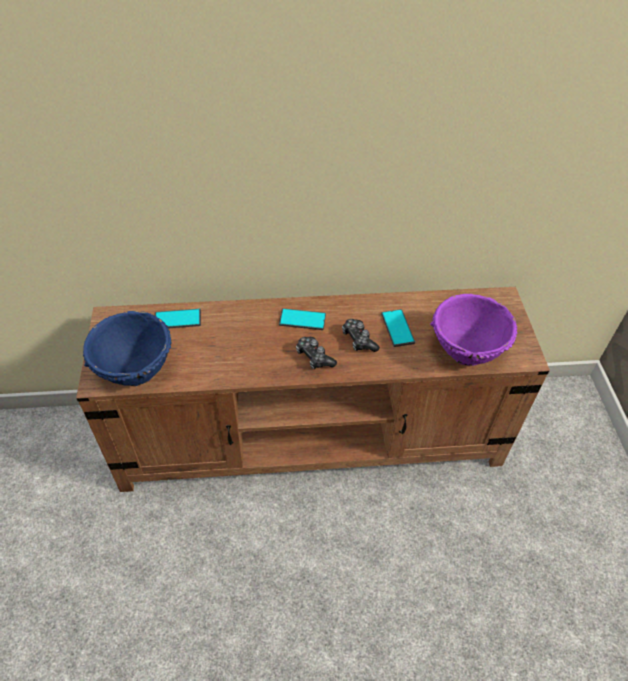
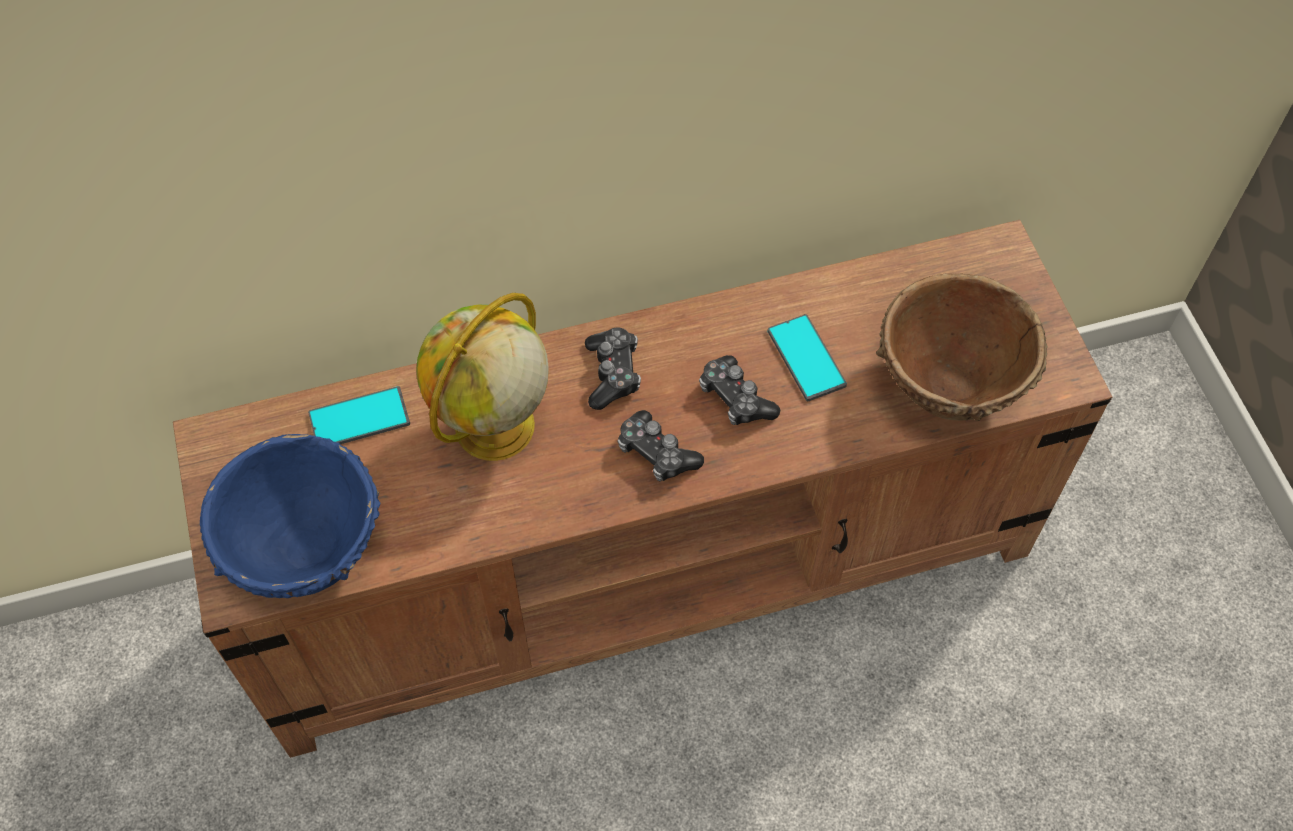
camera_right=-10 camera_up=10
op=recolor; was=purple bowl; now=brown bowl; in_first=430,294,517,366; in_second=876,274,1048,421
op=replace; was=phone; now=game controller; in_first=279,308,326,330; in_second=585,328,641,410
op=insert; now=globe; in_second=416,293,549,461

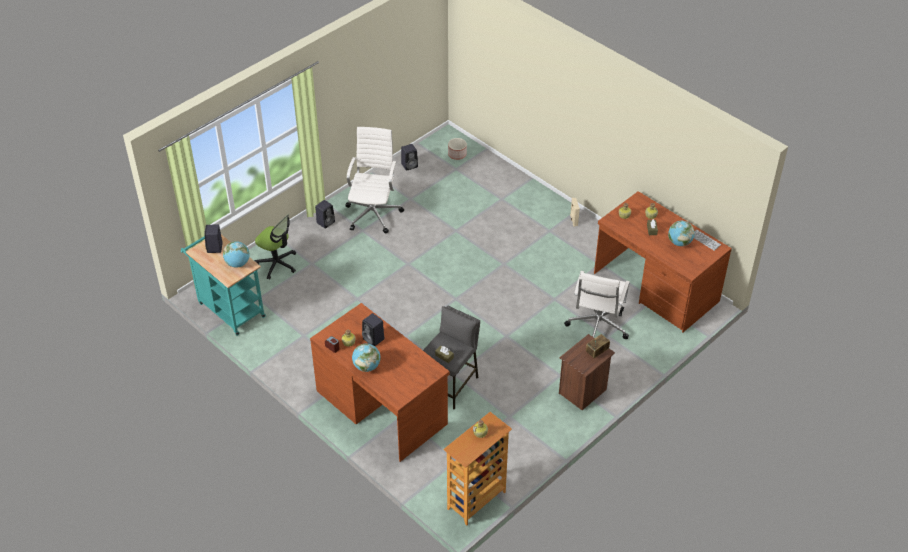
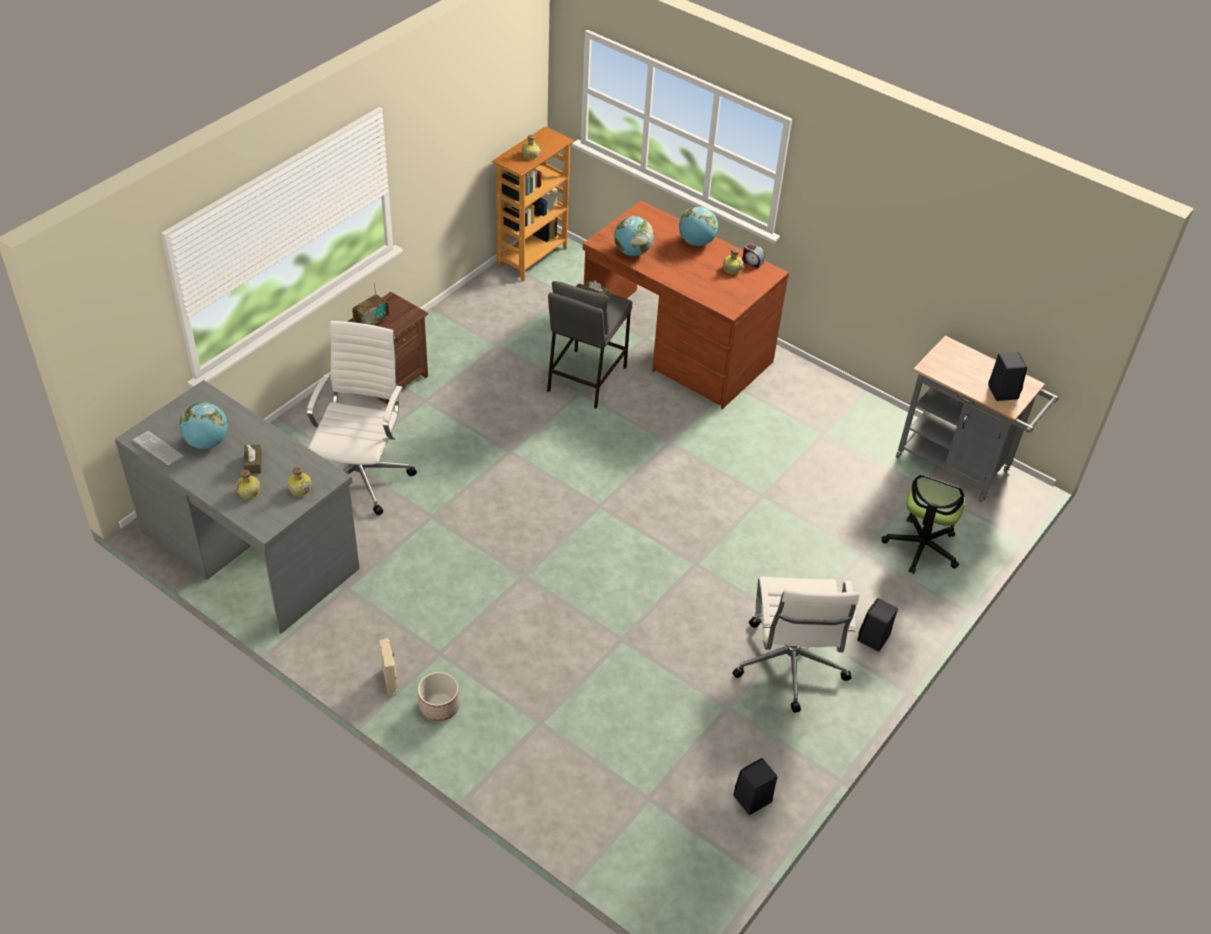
camera_right=170 camera_up=0
op=move; was=planter; in_first=448,138,467,160; in_second=418,672,459,721
op=recolor; was=brown desk; now=grey desk; in_first=594,191,732,333; in_second=115,380,360,634
op=rotate; was=office chair; in_first=255,214,296,279; in_second=882,475,965,574; clockwise=-90
op=recolor; was=turquoise cart; now=grey cart; in_first=181,235,266,336; in_second=896,336,1058,502
op=move; was=globe; in_first=223,241,250,268; in_second=614,216,654,256
op=delete; was=black speaker; in_first=362,313,384,346

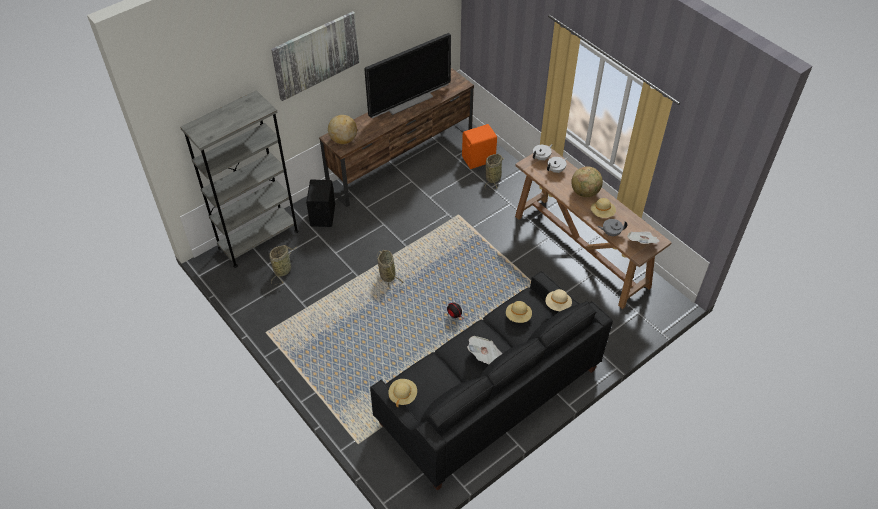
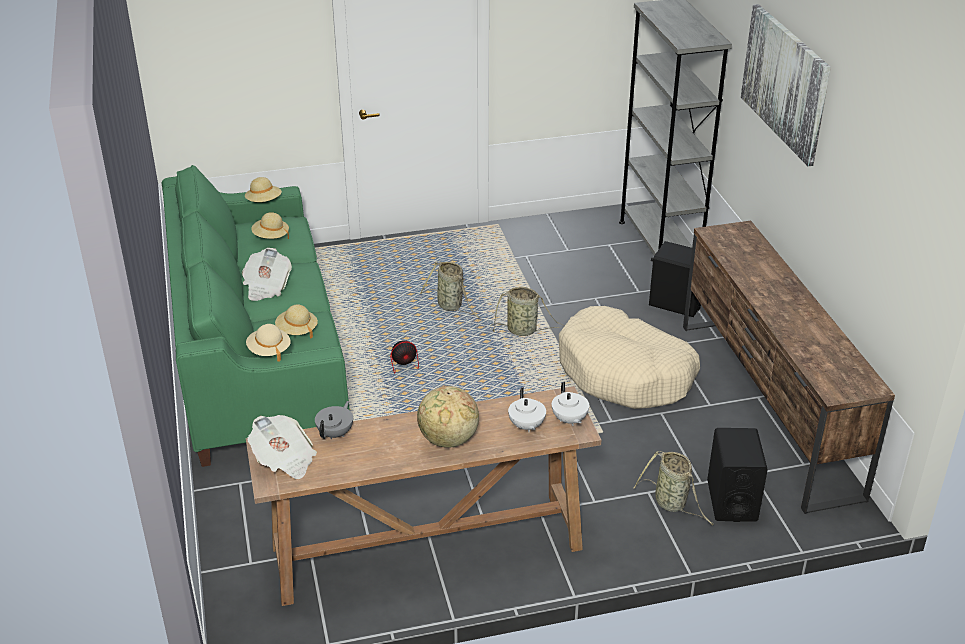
camera_right=115 camera_up=-15
op=delete; was=television; in_first=364,33,451,118
op=delete; was=globe; in_first=328,115,357,144
op=recolor; was=orange speaker; now=black speaker; in_first=462,124,497,169; in_second=707,428,768,522
op=move; was=beige hat; in_first=591,198,616,218; in_second=251,212,289,239
op=move; was=basket; in_first=269,245,297,284; in_second=420,261,481,318
op=recolor; was=black sofa; now=green sofa; in_first=370,271,613,491; in_second=162,165,350,467
op=insert; now=beige dog bed; in_second=559,306,700,409

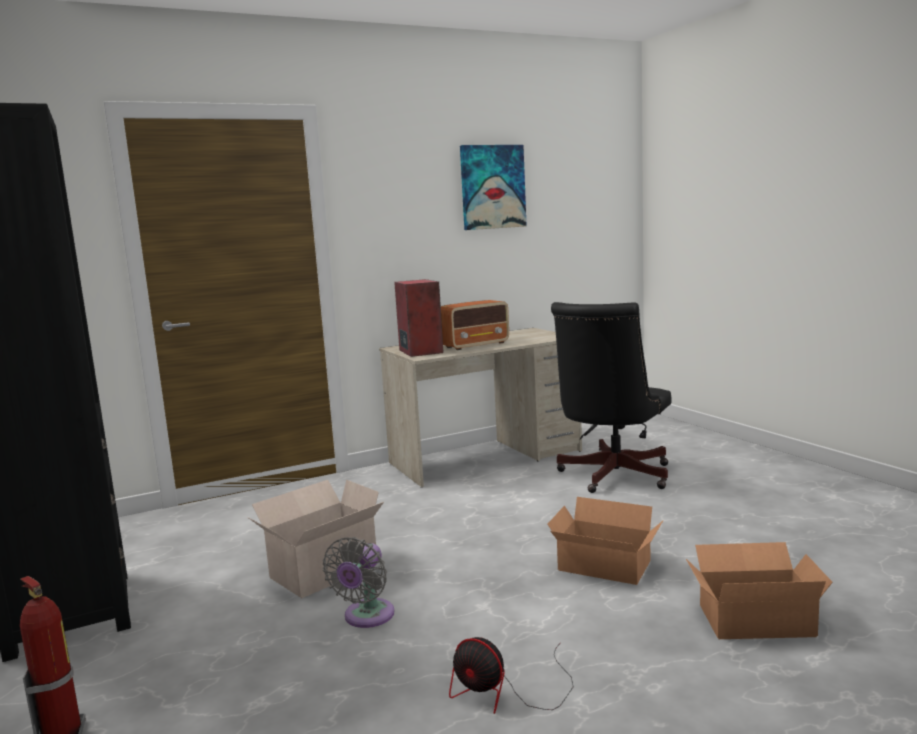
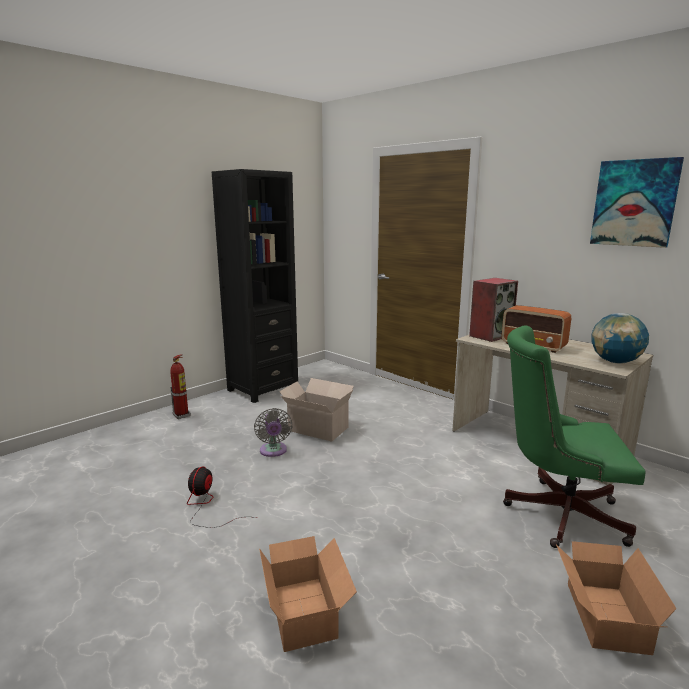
camera_right=70 camera_up=5
op=recolor; was=black office chair; now=green office chair; in_first=551,302,671,493; in_second=503,325,645,548
op=move; was=cardboard box; in_first=547,497,663,585; in_second=556,541,677,655
op=rotate; was=grey fan; in_first=322,537,394,628; in_second=254,408,292,457; clockwise=-105
op=insert; now=globe; in_second=591,313,649,364

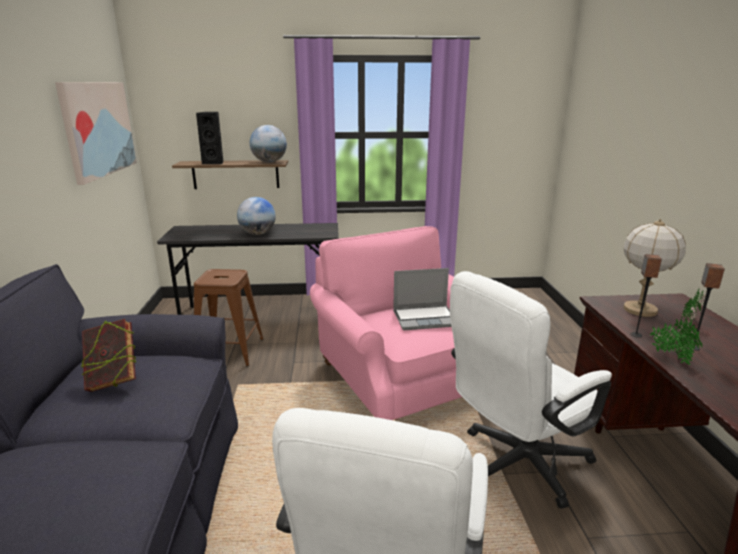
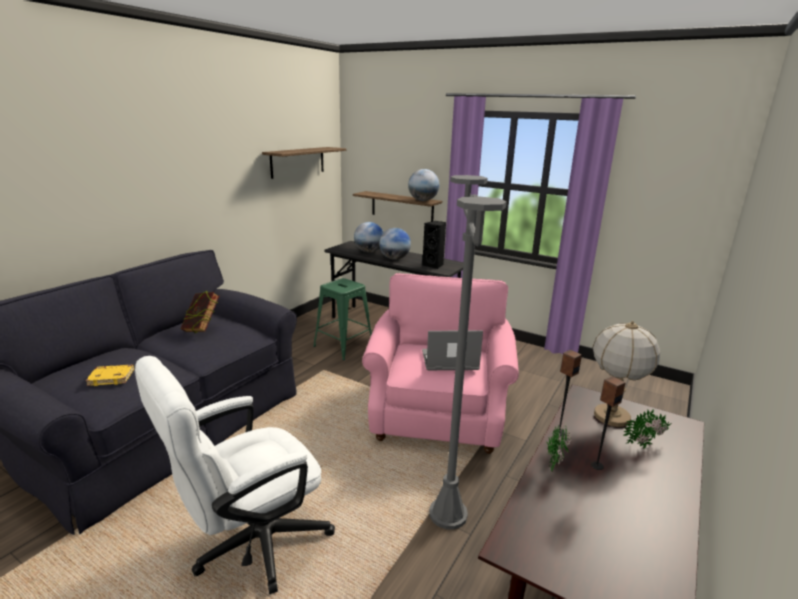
camera_right=35 camera_up=0
op=replace; was=picture; now=shelf; in_first=55,82,137,185; in_second=262,147,346,179
op=move; was=black speaker; in_first=196,112,223,164; in_second=422,221,446,269
op=rotate; was=laptop; in_first=393,268,451,330; in_second=422,331,483,370; clockwise=150
op=recolor; was=brown stool; now=green stool; in_first=194,269,264,367; in_second=313,278,372,360
op=replace; was=white office chair; now=grey floor lamp; in_first=450,271,612,509; in_second=429,175,507,530
op=insert; now=globe; in_second=354,222,383,252
op=insert; now=yellow book; in_second=85,365,134,386

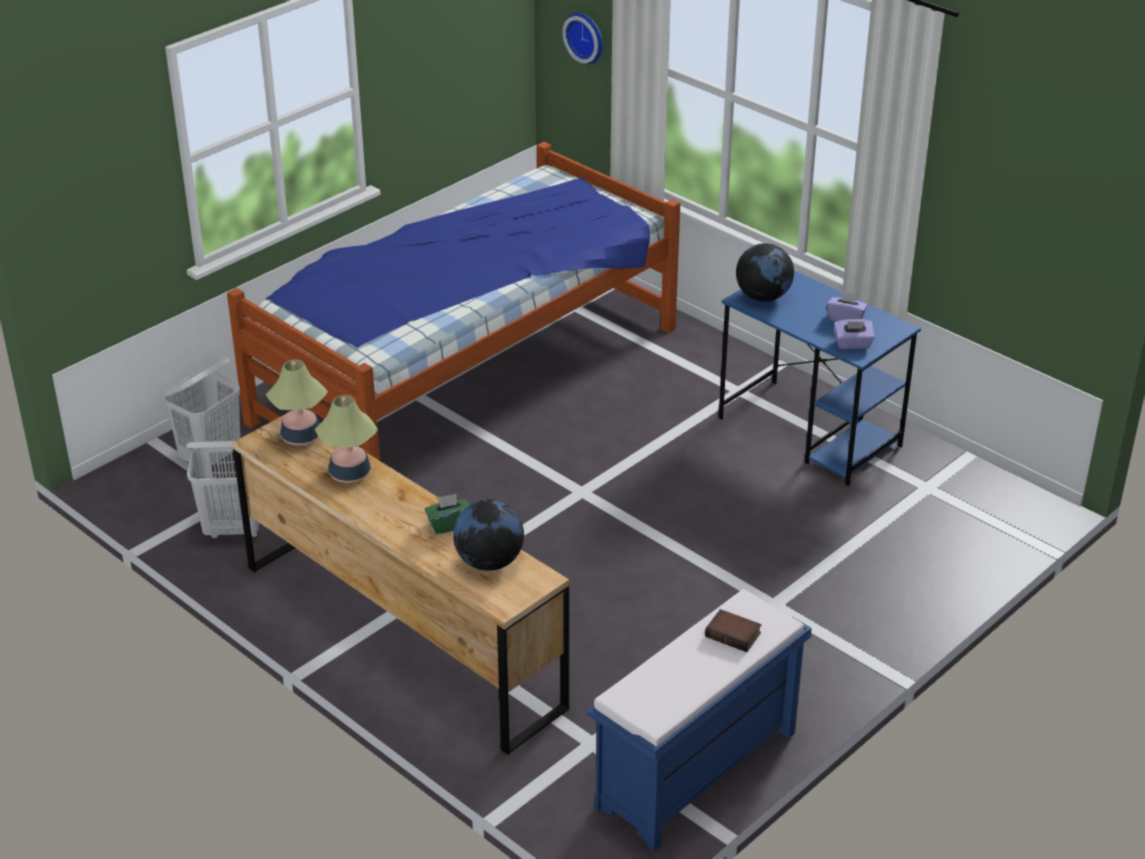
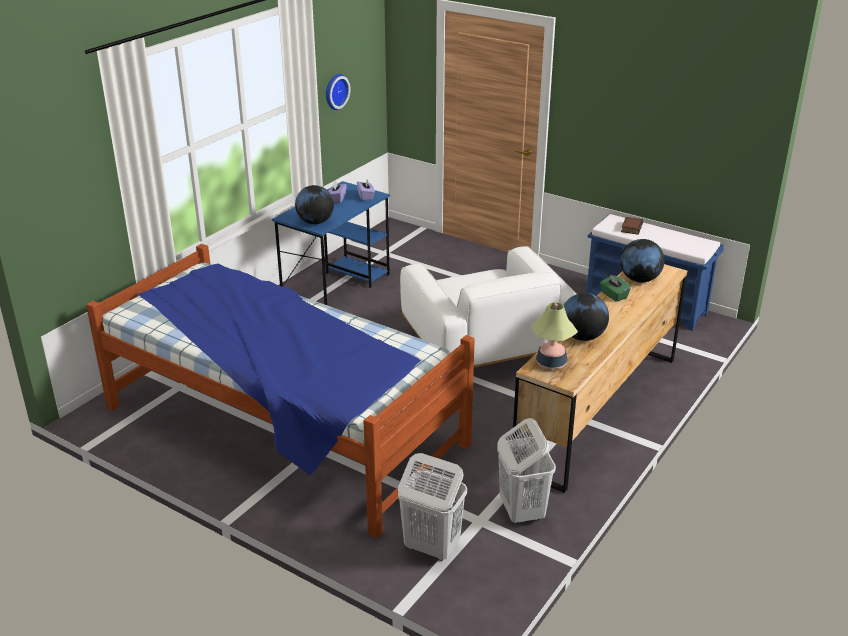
camera_right=-100 camera_up=-5
op=move; was=wall clock; in_first=562,13,603,64; in_second=326,74,351,110
op=replace; was=table lamp; now=globe; in_first=315,395,378,483; in_second=564,293,609,341
op=insert; now=white armchair; in_second=400,246,577,368

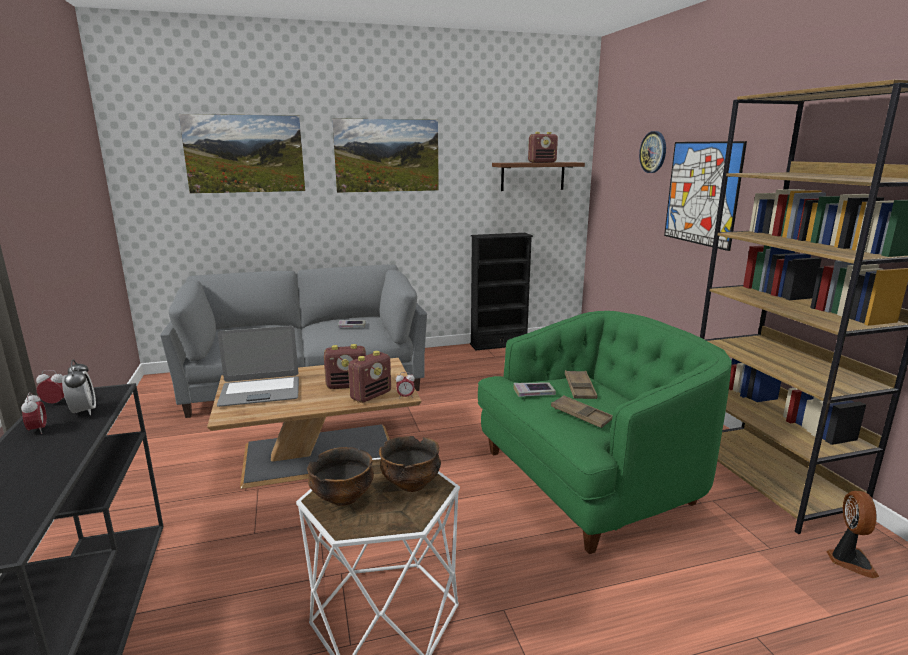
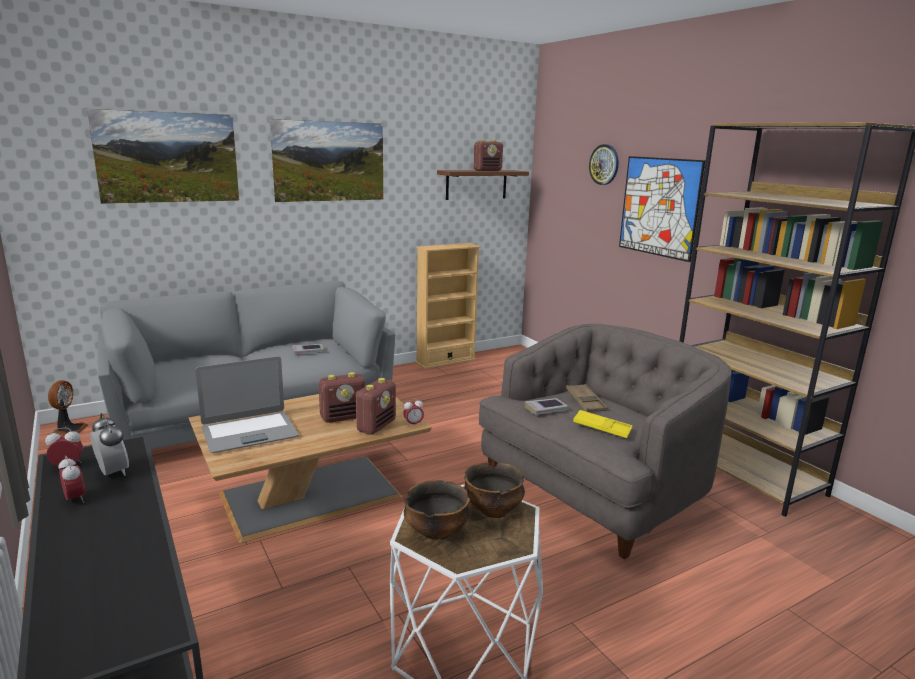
camera_right=-15 camera_up=0
op=recolor; was=black bookcase; now=beige bookcase; in_first=470,233,533,350; in_second=416,243,481,369
op=recolor; was=green armchair; now=grey armchair; in_first=478,311,732,554; in_second=479,324,731,560
op=recolor; was=brown tray; now=yellow tray; in_first=551,395,613,428; in_second=573,410,632,438
op=move; was=fan; in_first=827,491,879,578; in_second=48,380,88,435

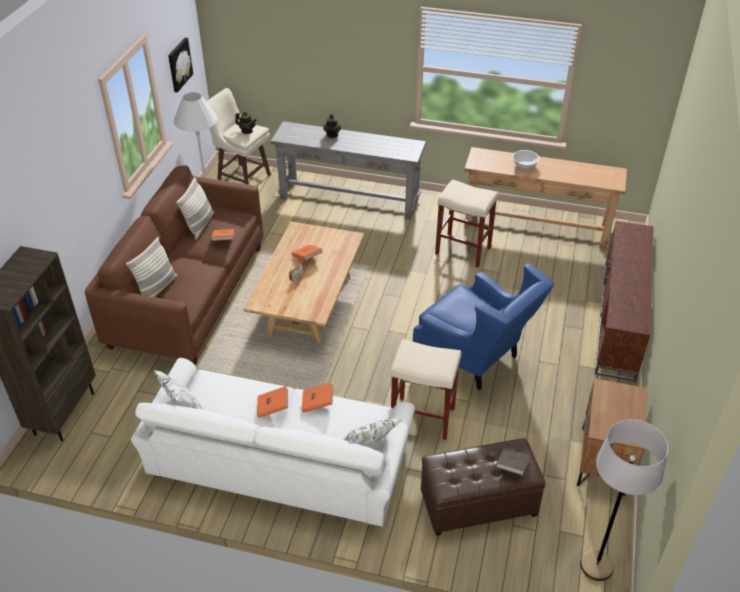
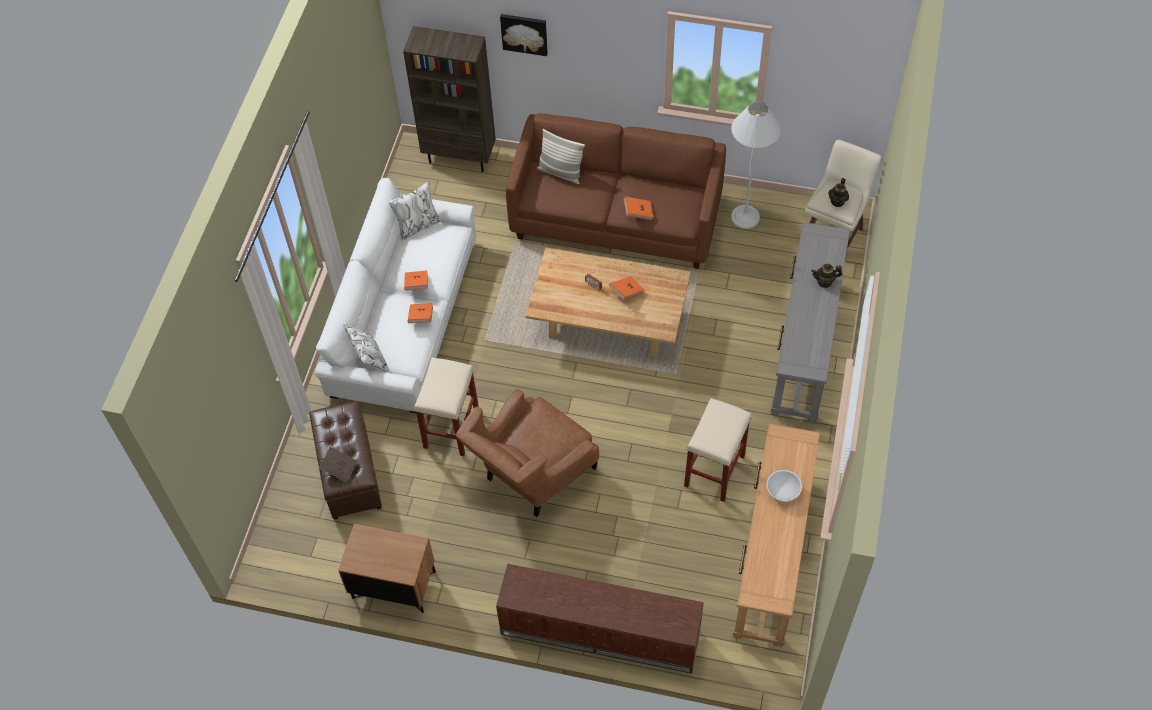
camera_right=90 camera_up=15
op=move; was=picture; in_first=168,38,193,92; in_second=500,14,548,56
op=delete; was=pillow; in_first=176,177,214,240
op=recolor; was=blue armchair; now=brown armchair; in_first=413,263,554,390; in_second=456,389,599,517
op=delete; was=grey floor lamp; in_first=580,419,668,581

